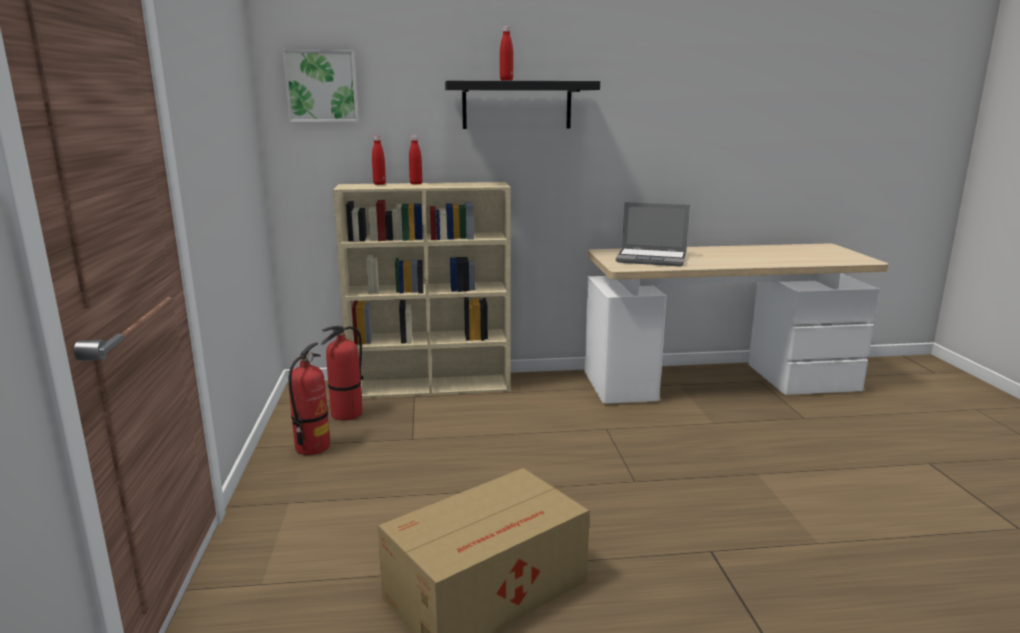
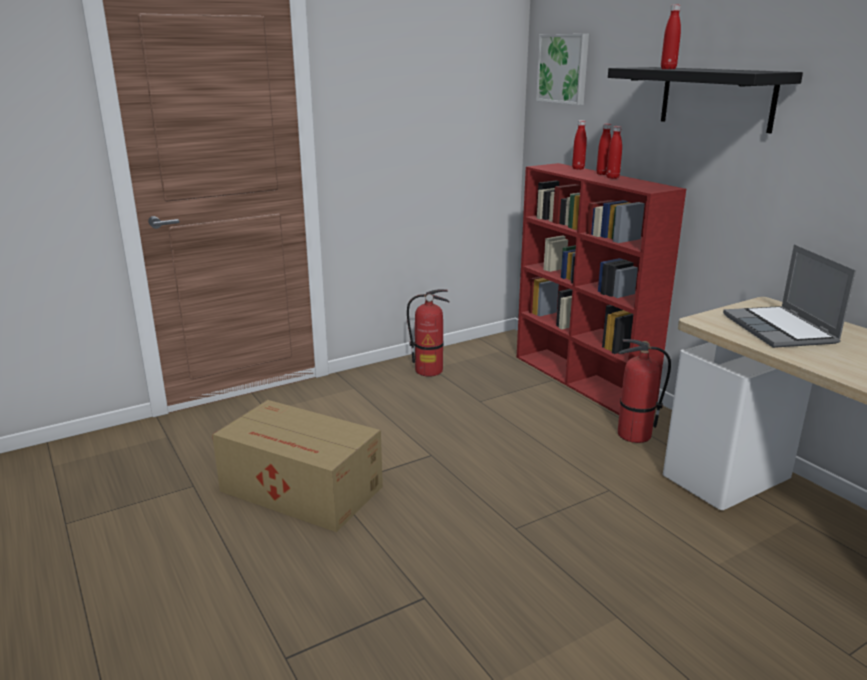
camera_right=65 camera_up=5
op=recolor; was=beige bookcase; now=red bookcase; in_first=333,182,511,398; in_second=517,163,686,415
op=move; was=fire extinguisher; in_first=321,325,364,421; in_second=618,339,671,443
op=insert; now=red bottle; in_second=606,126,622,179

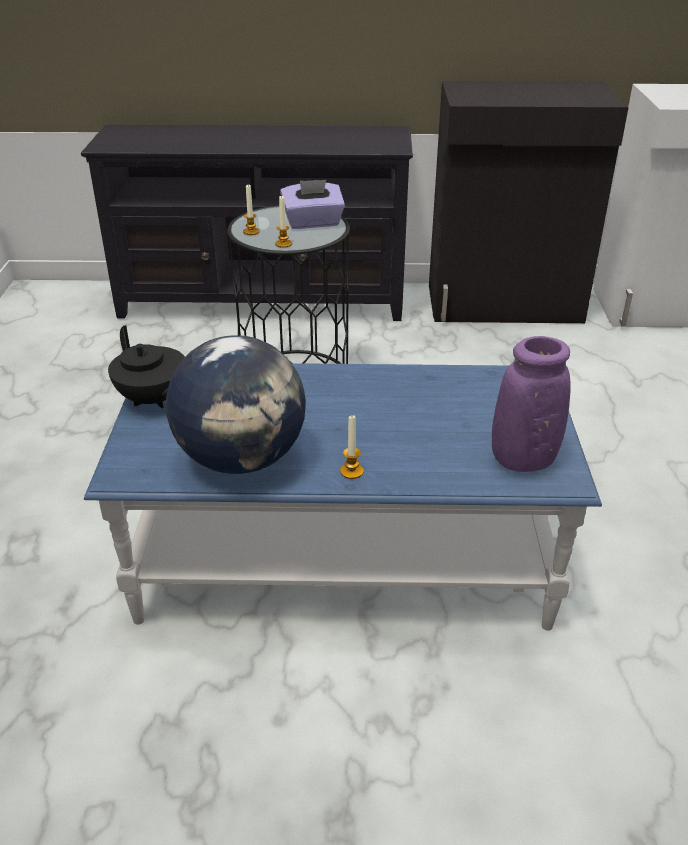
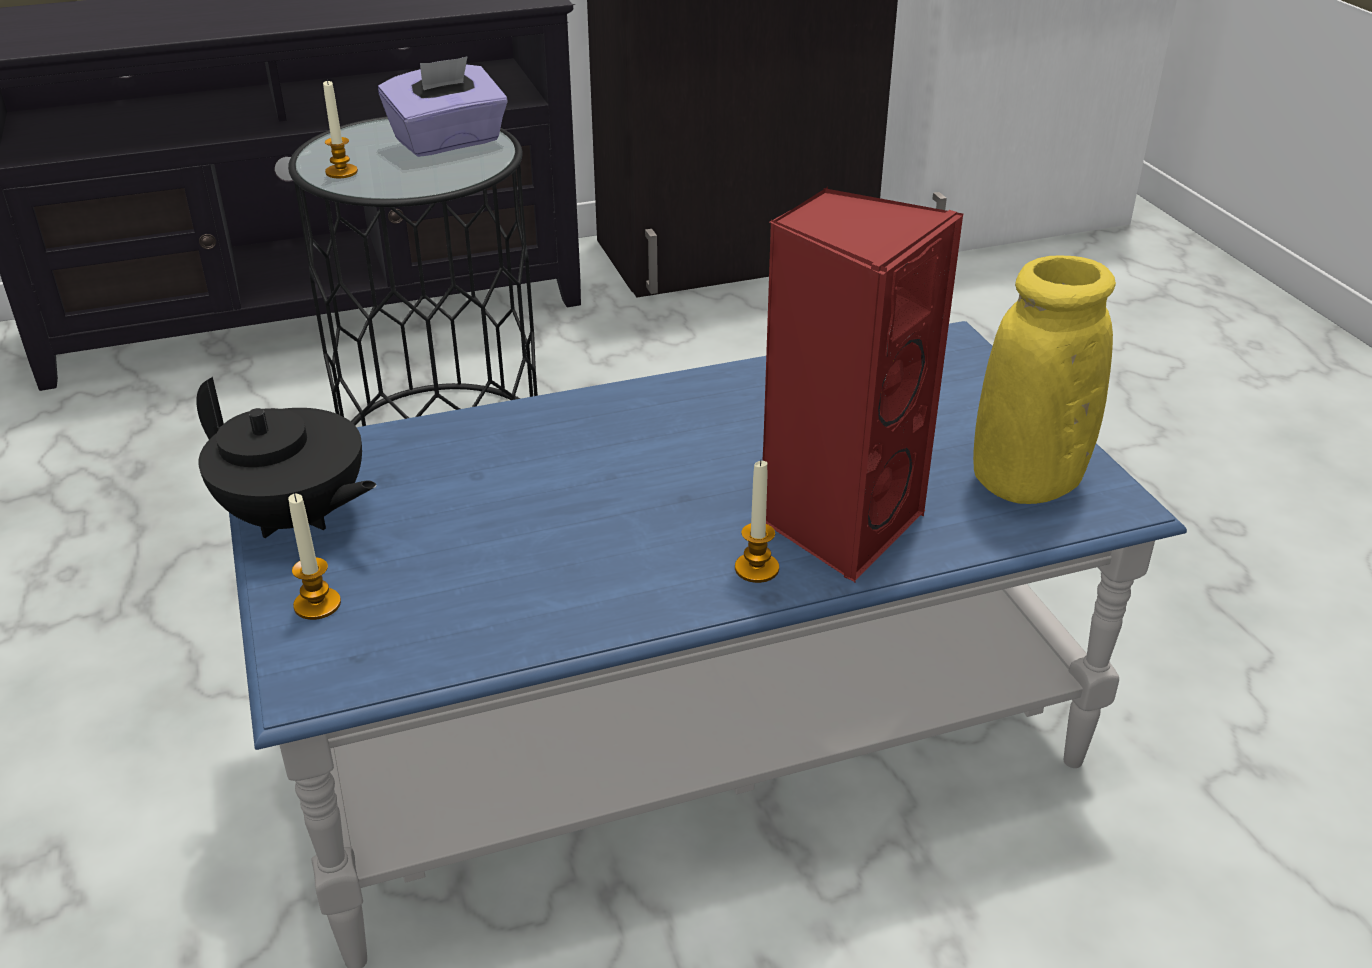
camera_right=-20 camera_up=0
op=move; was=candle; in_first=275,195,292,248; in_second=288,493,341,620
op=delete; was=globe; in_first=166,335,306,474
op=recolor; was=purple vase; now=yellow vase; in_first=492,336,571,472; in_second=973,256,1116,504
op=insert; now=red speaker; in_second=762,187,963,582

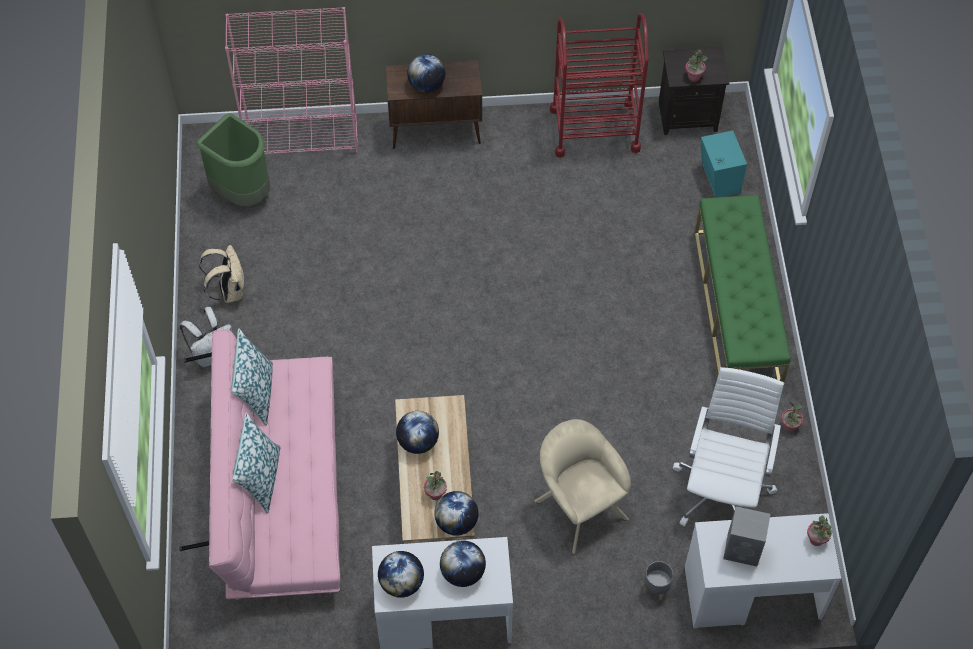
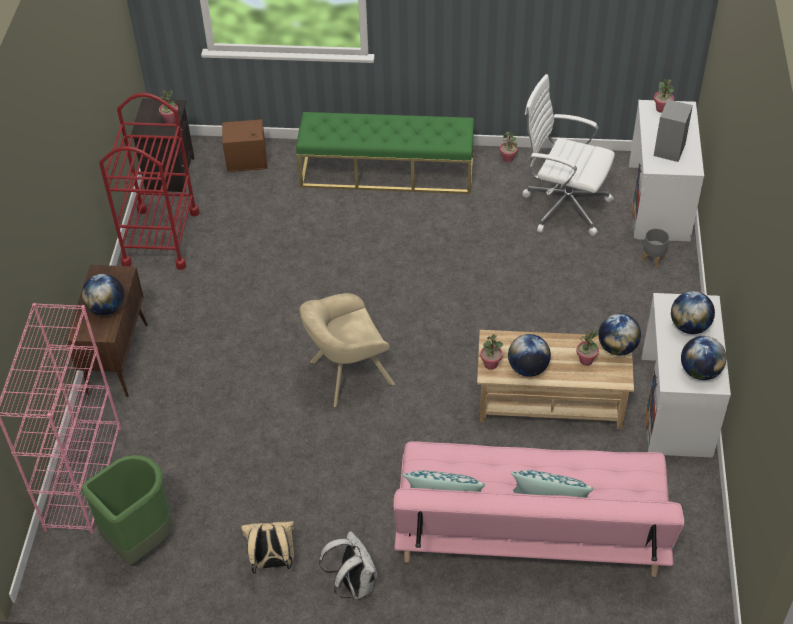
camera_right=-80 camera_up=-10
op=recolor; was=turquoise speaker; now=brown speaker; in_first=700,131,747,198; in_second=222,118,267,172
op=move; was=beige armchair; in_first=534,419,631,554; in_second=300,293,395,408
op=insert; now=potted plant; in_second=480,334,503,370

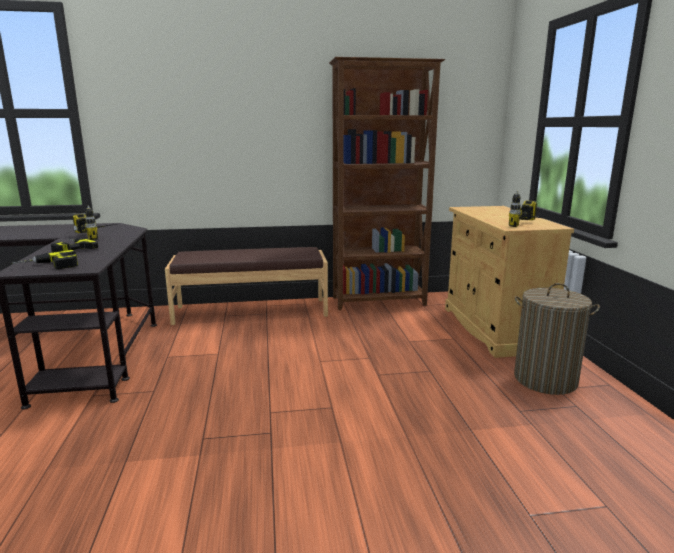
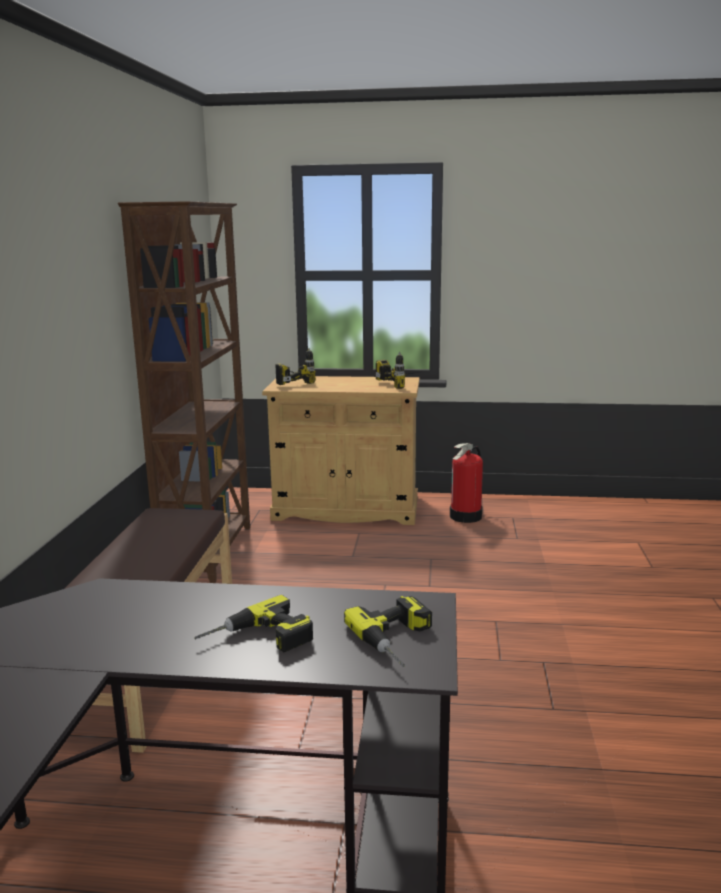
camera_right=-75 camera_up=0
op=move; was=power drill; in_first=73,205,116,240; in_second=275,348,316,385
op=replace; was=laundry basket; now=fire extinguisher; in_first=514,283,600,395; in_second=450,443,483,523

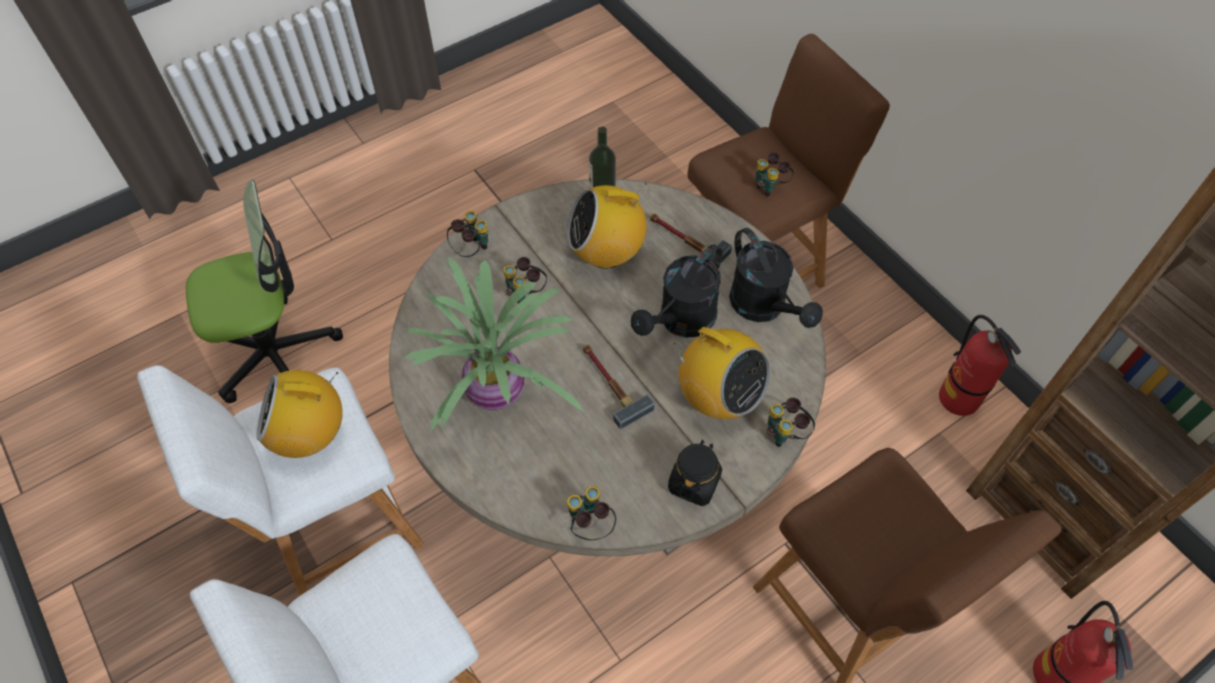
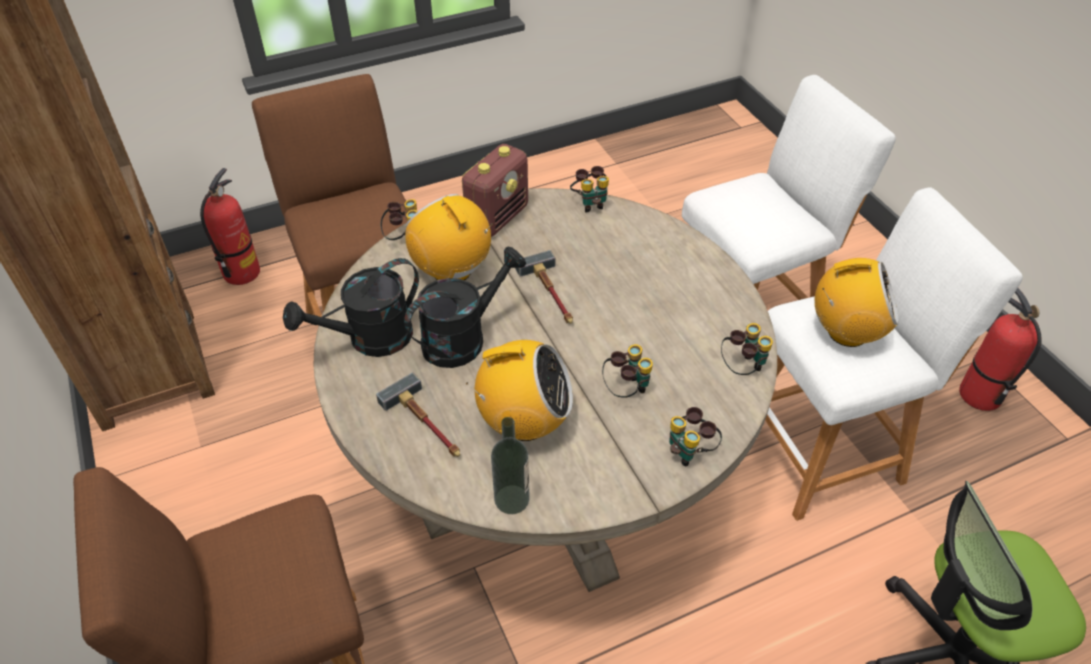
camera_right=-170 camera_up=-10
op=move; was=binoculars; in_first=756,152,794,197; in_second=721,323,773,375
op=rotate; was=black watering can; in_first=729,228,823,328; in_second=283,258,419,357; clockwise=-105
op=delete; was=potted plant; in_first=402,257,584,432
op=move; was=fire extinguisher; in_first=939,315,1021,416; in_second=959,288,1042,411
op=replace; was=black jar; now=radio; in_first=668,440,722,506; in_second=462,144,528,237

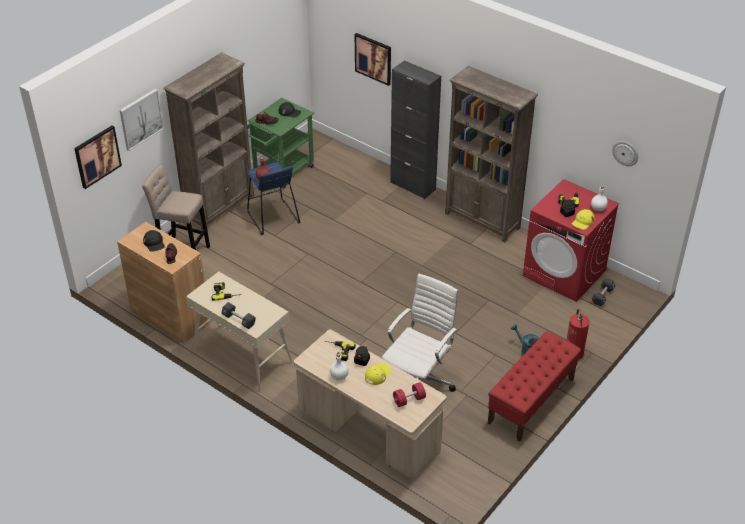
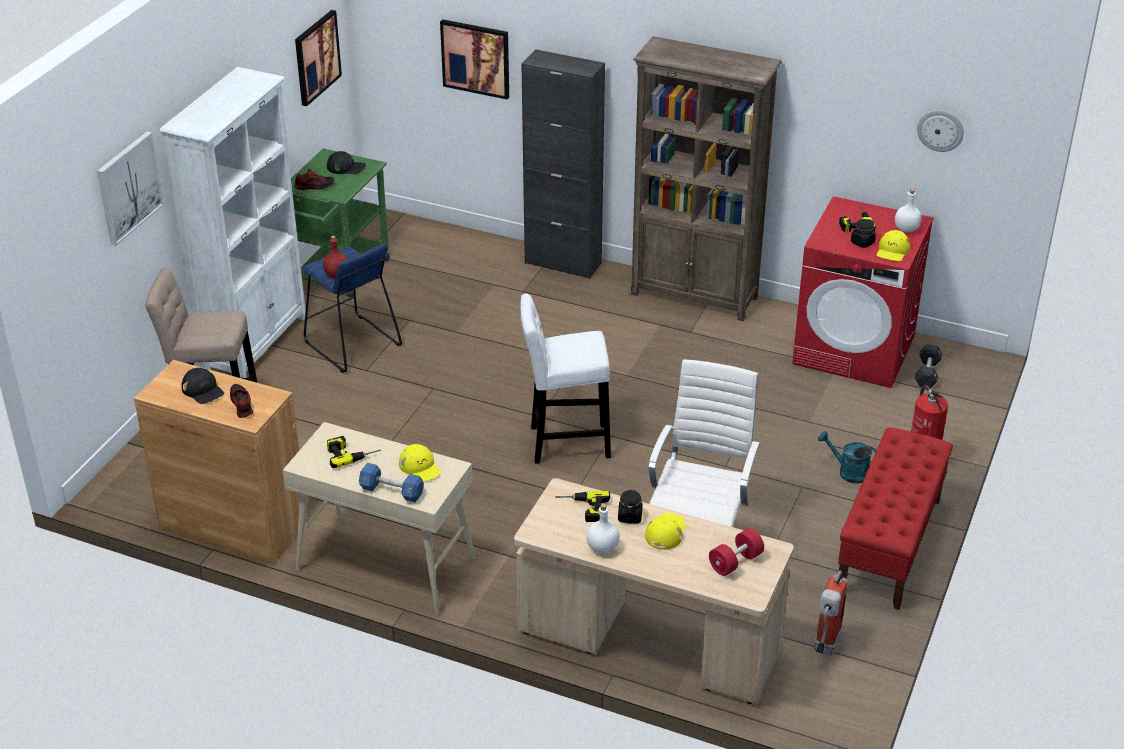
camera_right=-15 camera_up=-5
op=recolor; was=brown bookcase; now=white bookcase; in_first=163,52,254,231; in_second=160,67,306,378
op=move; was=picture; in_first=74,126,122,189; in_second=295,10,342,106
op=recolor; was=black dumbbell; now=blue dumbbell; in_first=221,302,256,329; in_second=359,463,424,502
op=insert; now=white stool; in_second=521,293,611,464
op=insert; now=yellow cap; in_second=399,444,441,482
op=insert; now=fire extinguisher; in_second=814,570,848,655

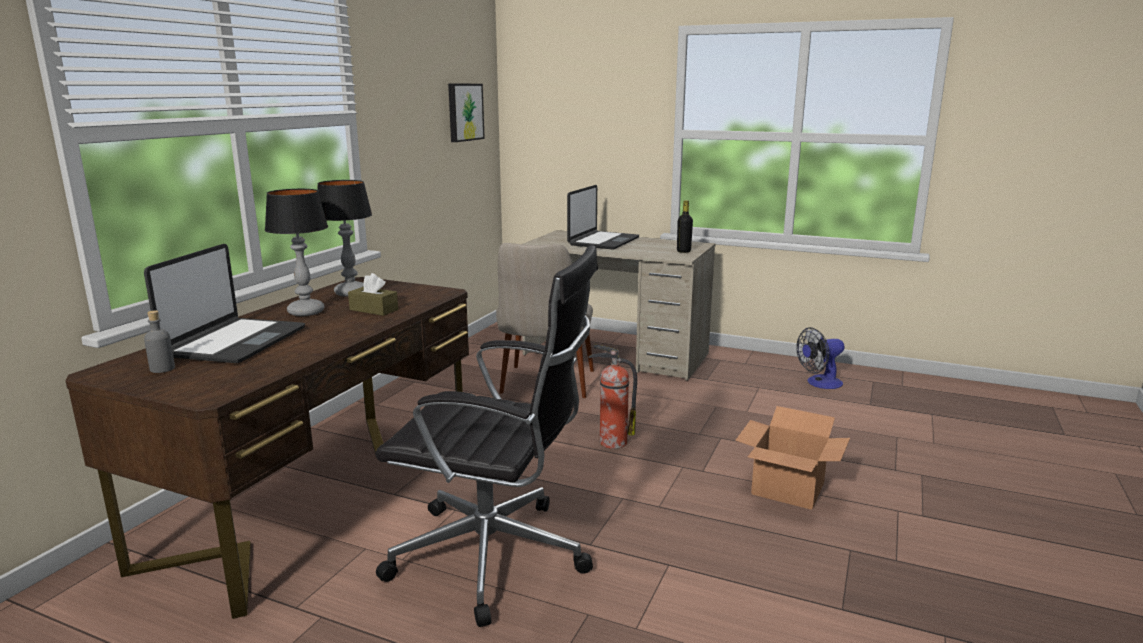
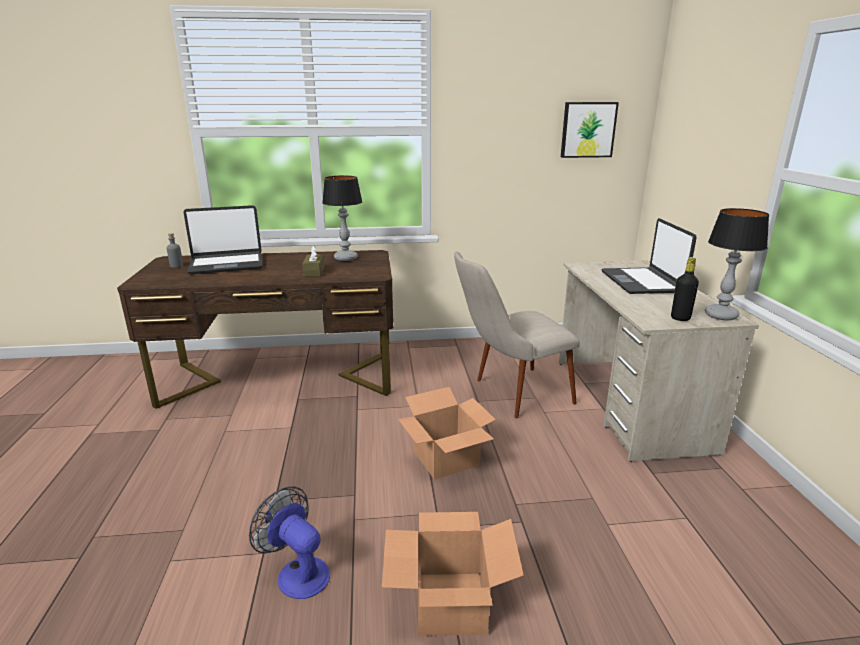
camera_right=60 camera_up=5
op=rotate; was=laptop; in_first=567,185,639,250; in_second=602,218,697,294; clockwise=90
op=move; was=table lamp; in_first=265,189,328,316; in_second=705,208,769,320
op=delete; was=black office chair; in_first=375,245,598,627
op=move; was=fan; in_first=796,327,845,389; in_second=249,486,330,599
op=replace; was=fire extinguisher; now=cardboard box; in_first=589,345,637,449; in_second=398,387,496,480

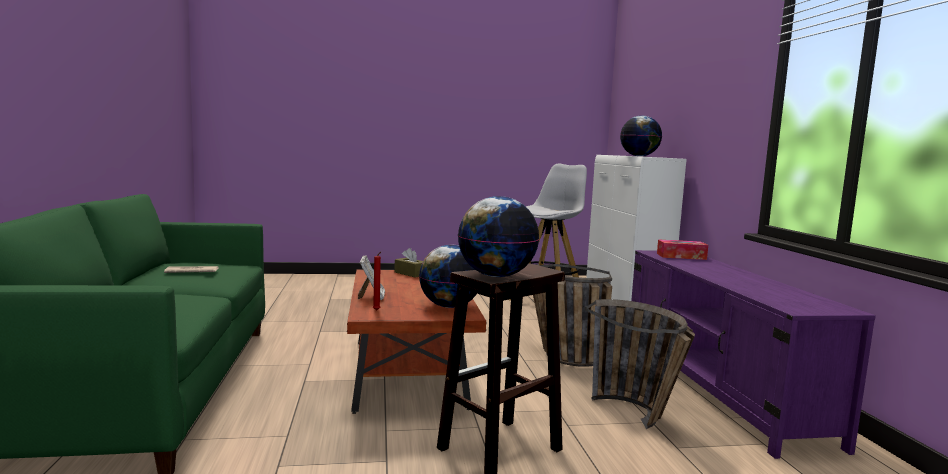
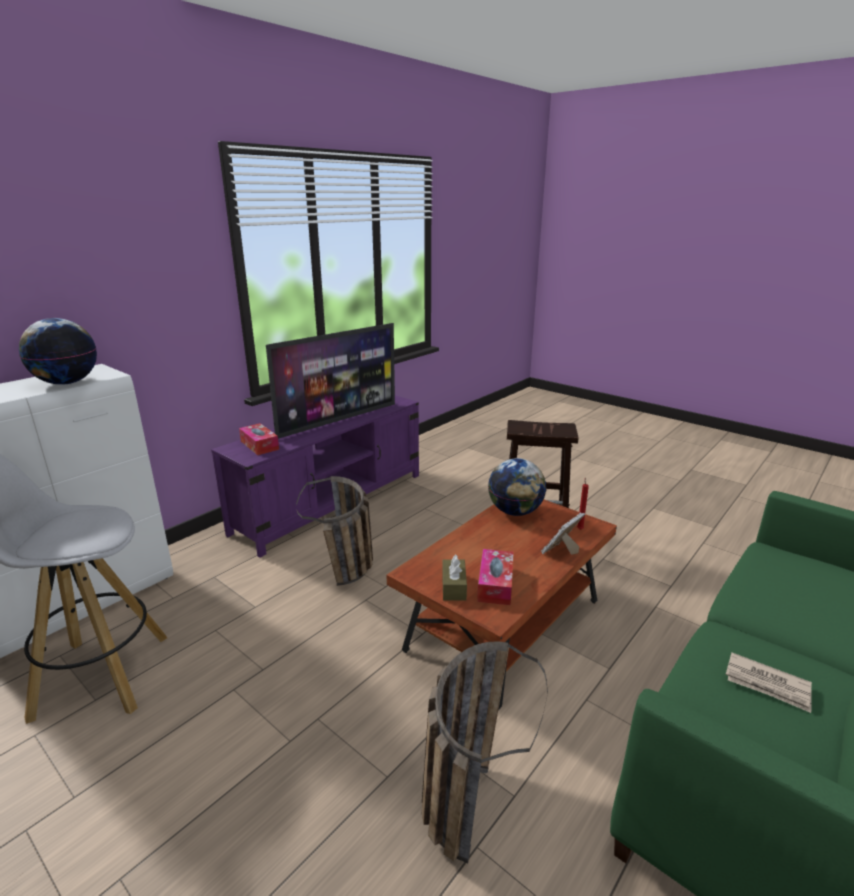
camera_right=-130 camera_up=15
op=delete; was=globe; in_first=458,196,539,277
op=move; was=basket; in_first=585,299,695,429; in_second=422,641,548,863
op=insert; now=television; in_second=266,323,395,439
op=insert; now=tissue box; in_second=477,549,514,605

